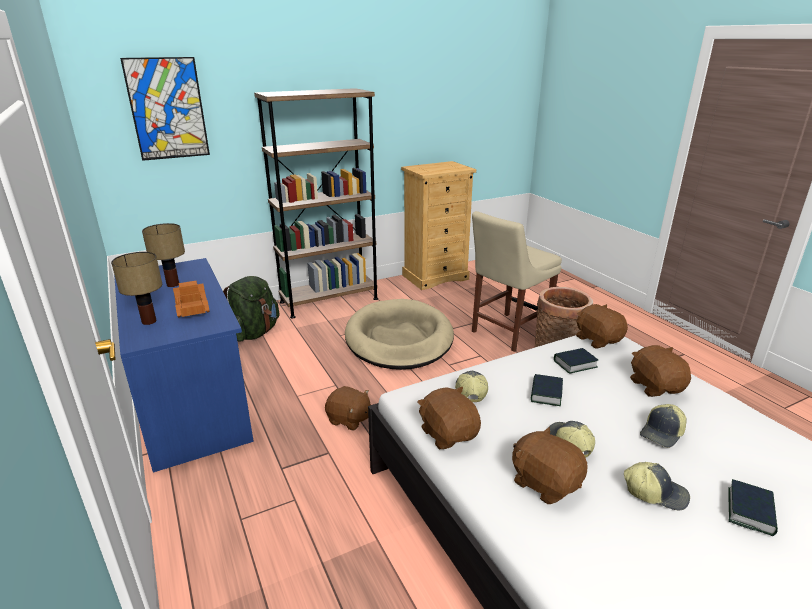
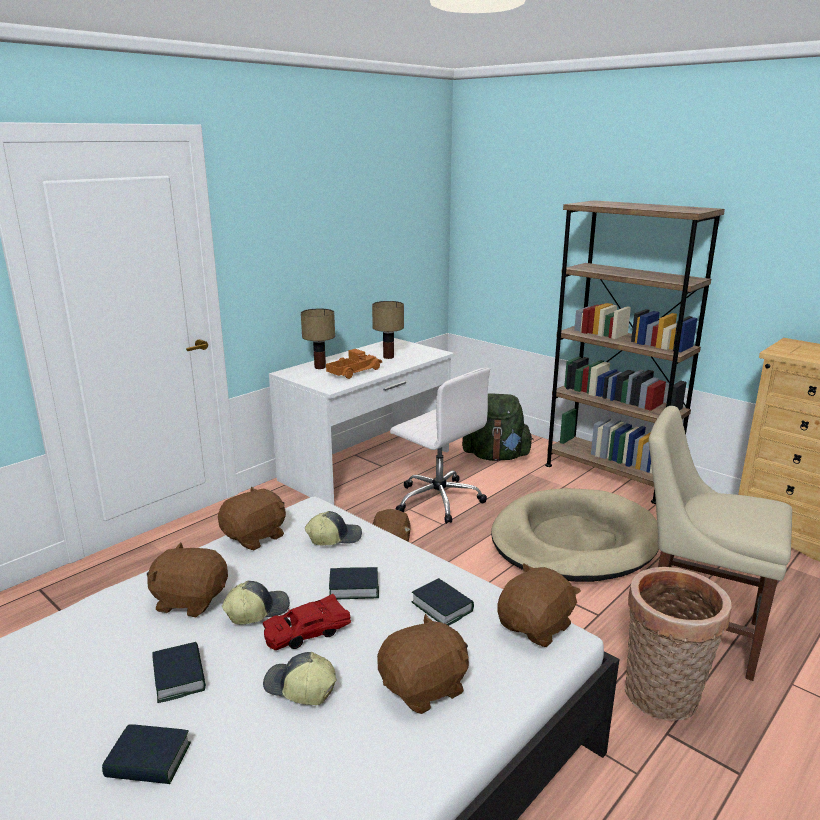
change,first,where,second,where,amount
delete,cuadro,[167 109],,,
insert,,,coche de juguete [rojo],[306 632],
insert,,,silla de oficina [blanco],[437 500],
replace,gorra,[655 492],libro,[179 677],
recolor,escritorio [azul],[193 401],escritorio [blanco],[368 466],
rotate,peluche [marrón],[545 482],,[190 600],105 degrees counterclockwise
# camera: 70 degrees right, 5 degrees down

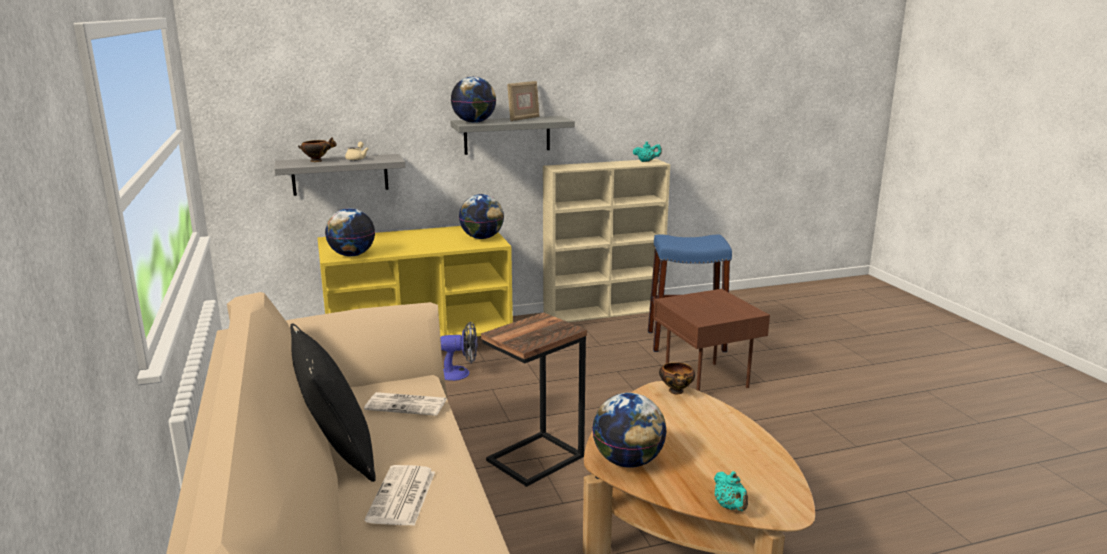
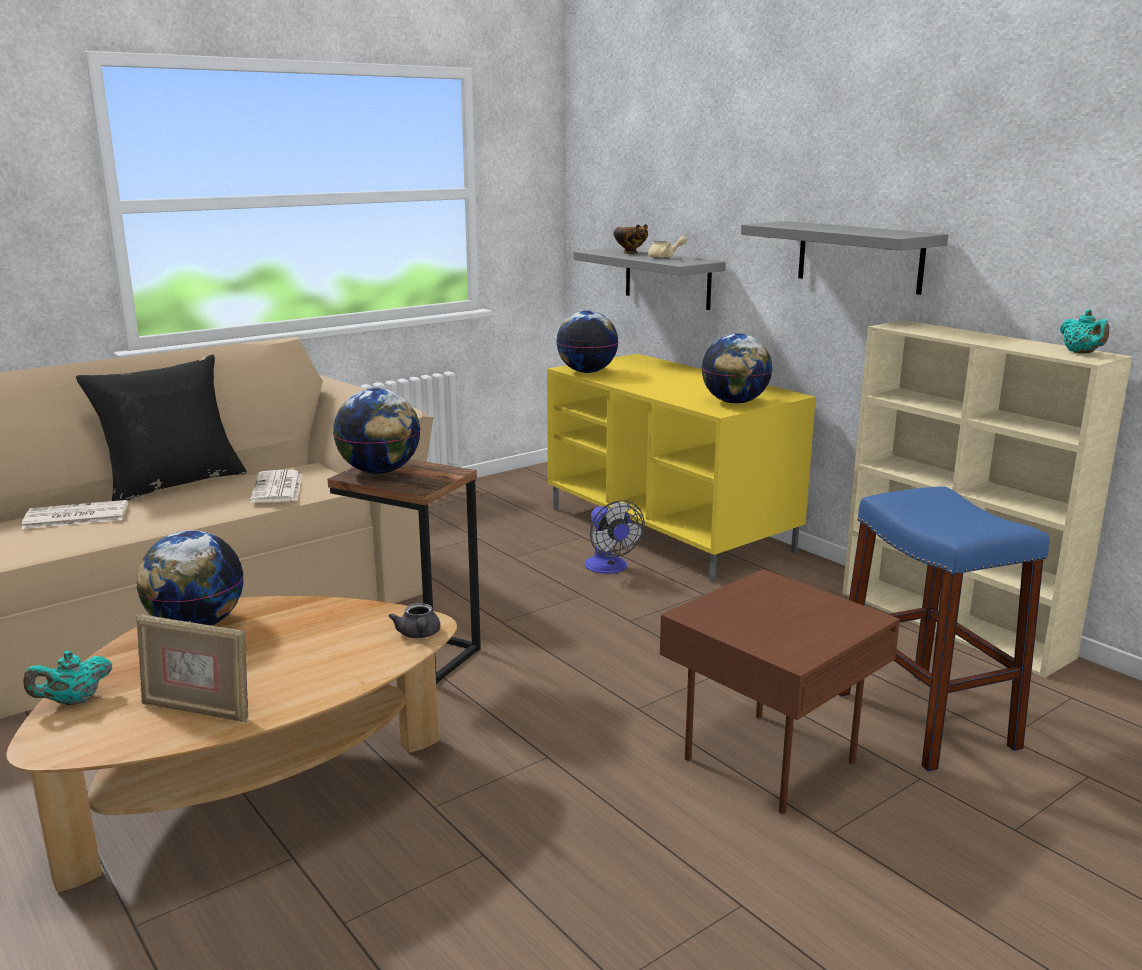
change,first,where,second,where,amount
move,globo terráqueo,[474 122],,[379 471],
move,portarretratos,[523 119],,[197 710],
replace,cuenco,[676 392],tetera [gris],[419 635],
# camera: 70 degrees right, 0 degrees up

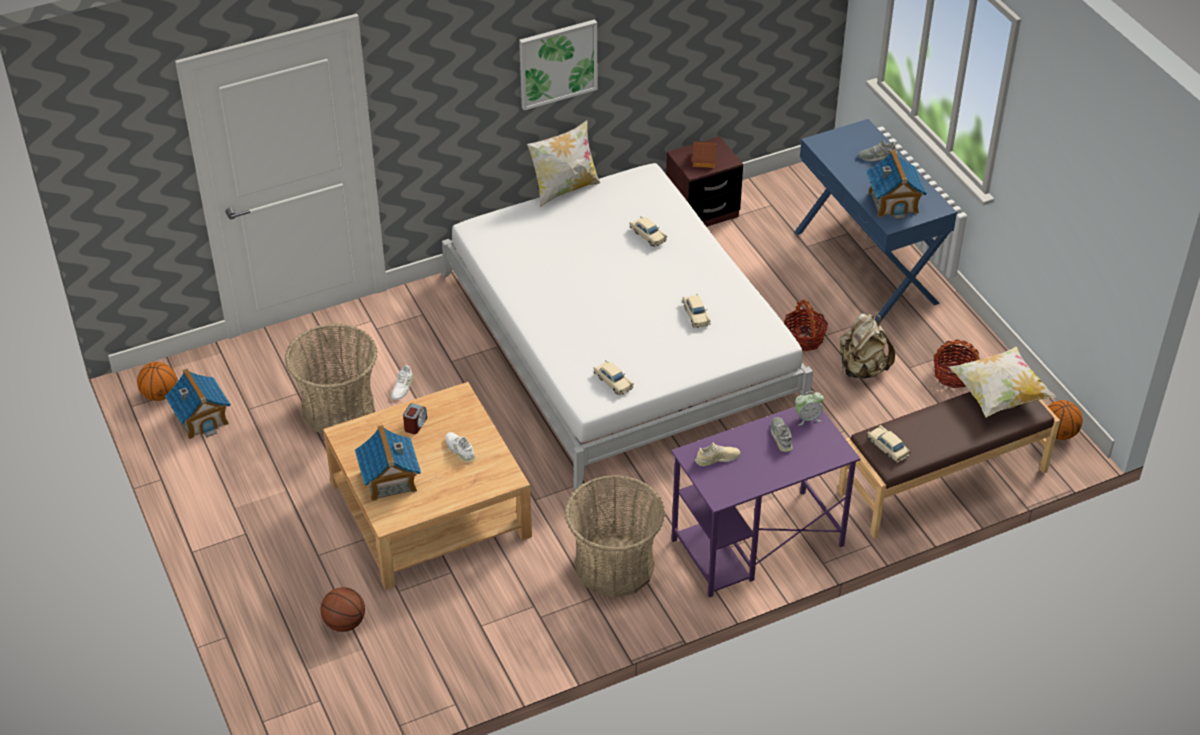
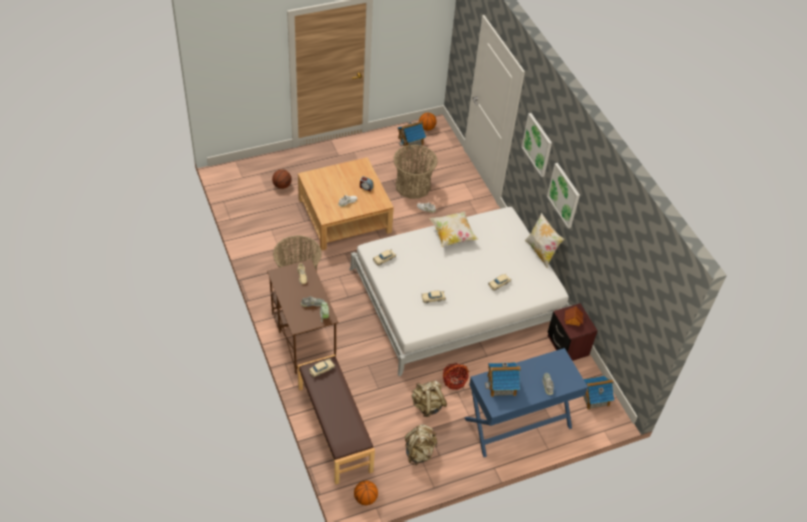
change,first,where,second,where,amount
insert,,,cuadro,[537 144],
move,casita,[389 480],,[594 397],
move,cojín,[998 395],,[452 235],
replace,cesta,[953 375],mochila [beis],[419 452],
recolor,escritorio [morado],[756 544],escritorio [marrón],[303 337],
# camera: 90 degrees right, 5 degrees up

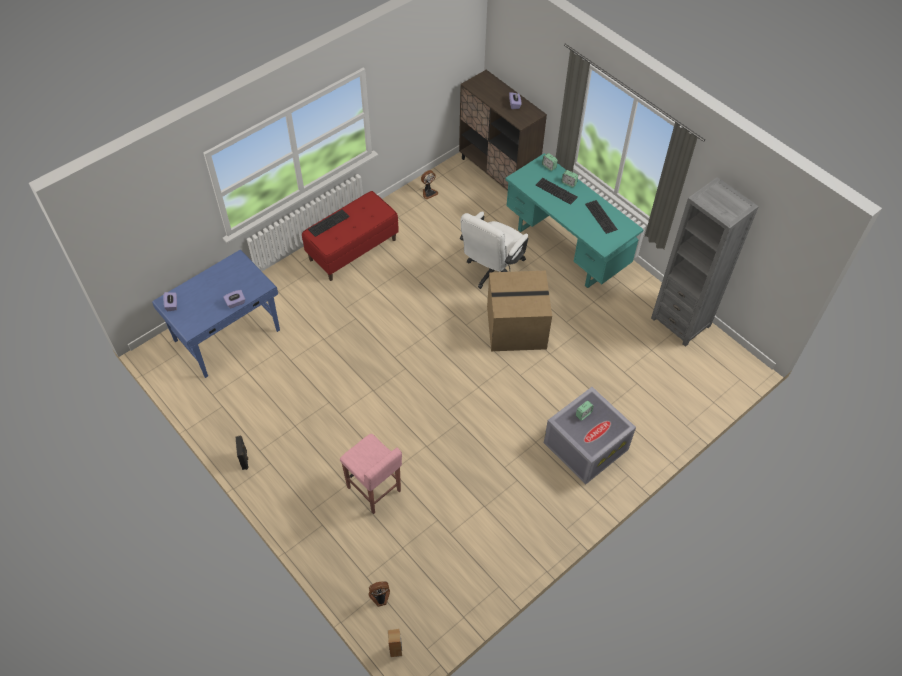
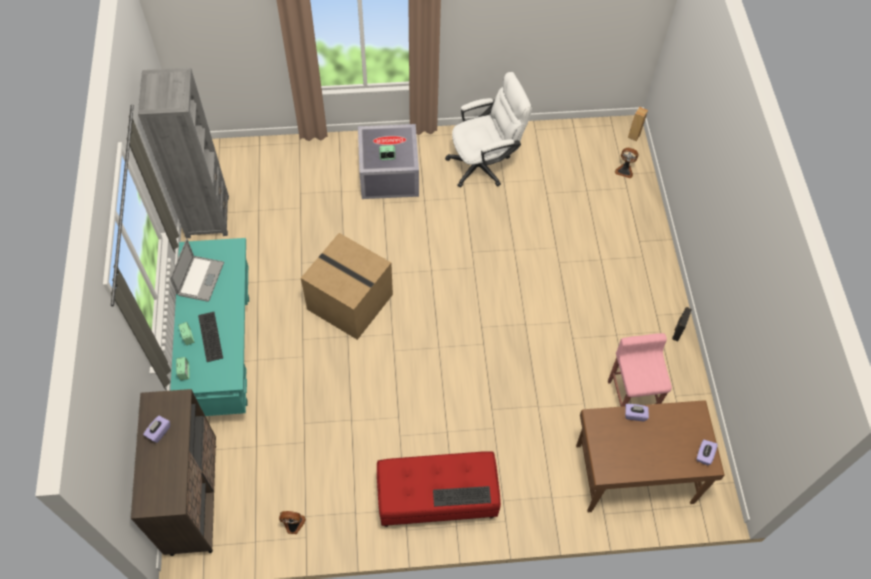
change,first,where,second,where,amount
move,taburete [rosa],[374 490],,[630 396],
move,silla de oficina [blanco],[492 272],,[484 164],
replace,teclado,[602 217],portátil,[200 278],
recolor,escritorio [azul],[228 336],escritorio [marrón],[633 473],
# camera: 145 degrees left, 5 degrees up

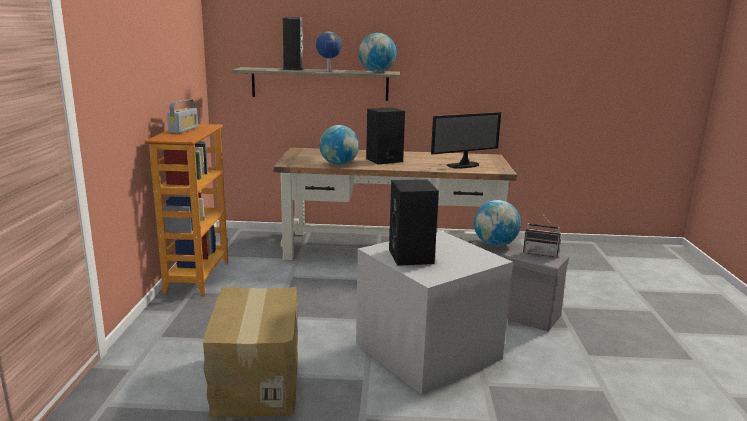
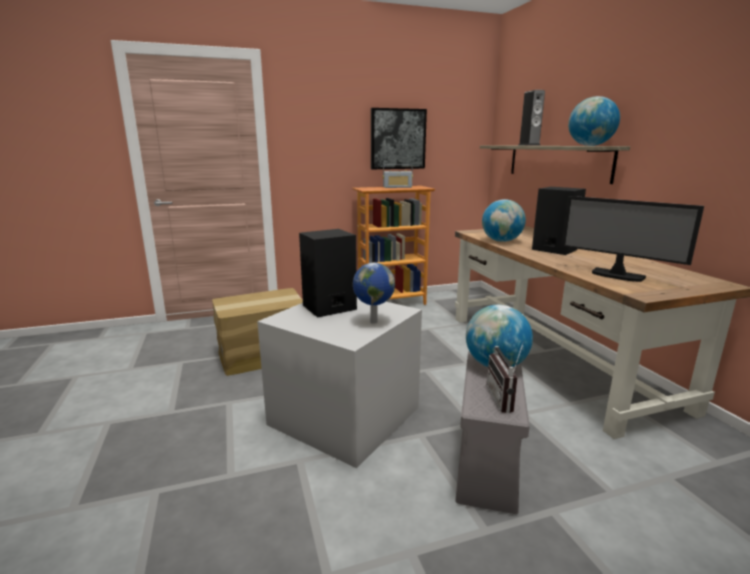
change,first,where,second,where,amount
insert,,,cuadro,[397 139],
move,globo terráqueo,[328 70],,[373 322],
# camera: 70 degrees right, 0 degrees up

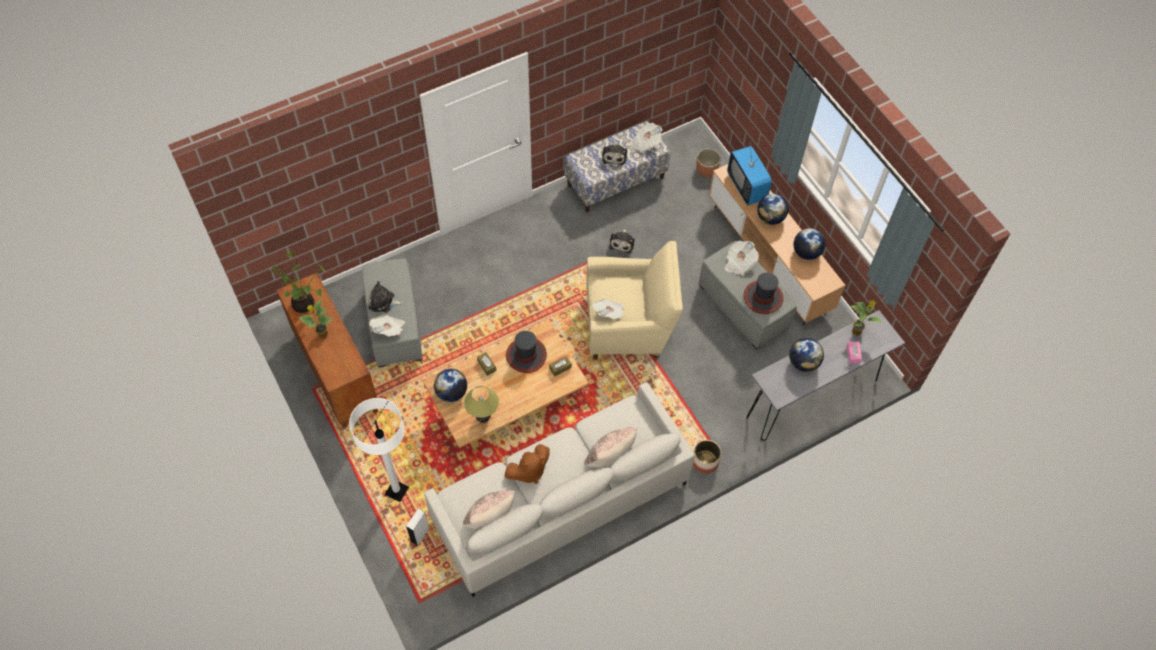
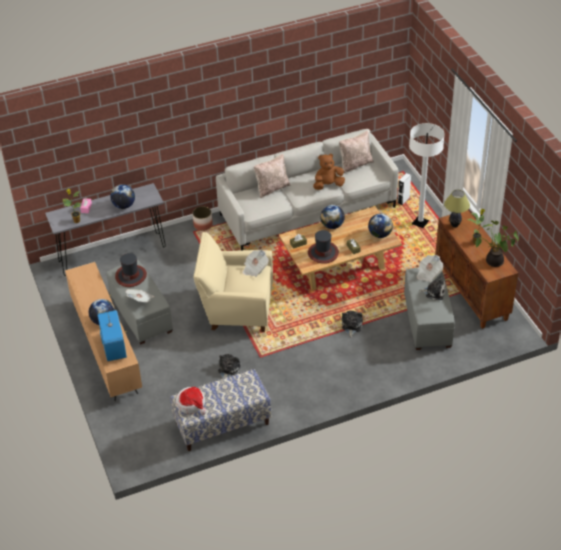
change,first,where,second,where,amount
delete,maceta,[706 170],,,
move,lámpara de mesa,[483 419],,[455 225],
move,peluche,[614 156],,[351 326],
move,globo terráqueo,[806 252],,[332 225],
replace,periódico,[645 143],sombrero,[191 404],
# camera: 170 degrees left, 15 degrees down

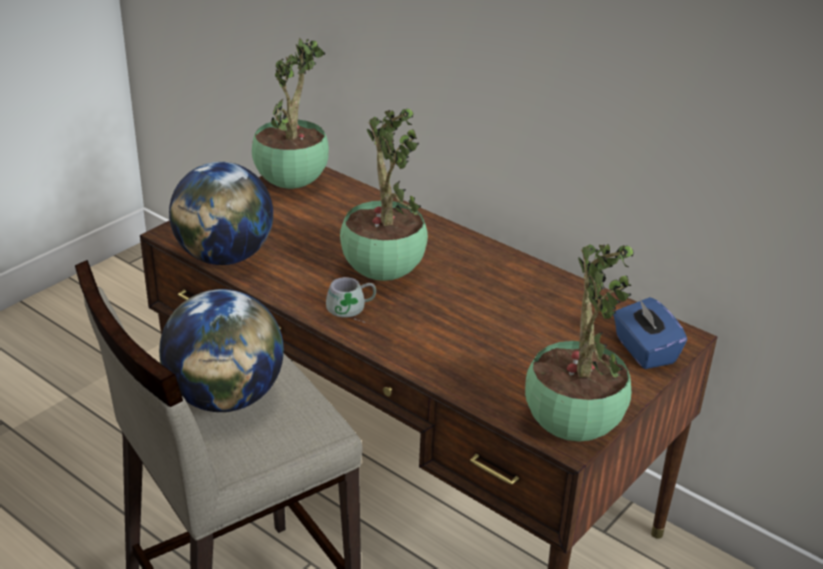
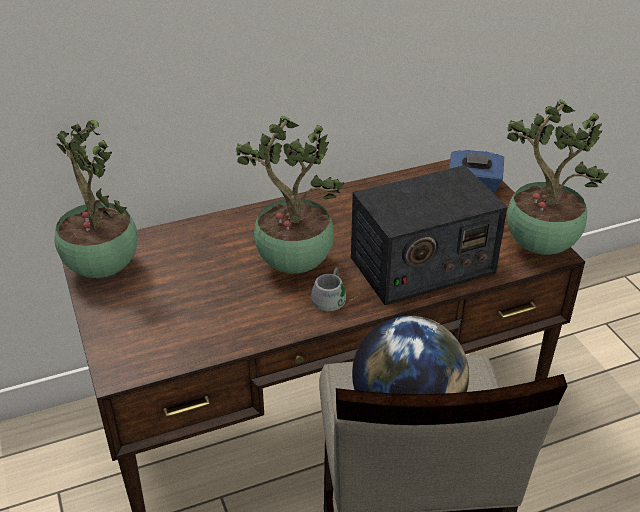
change,first,where,second,where,amount
delete,globo terráqueo,[224 257],,,
insert,,,radio,[421 265],
# camera: 60 degrees left, 5 degrees up

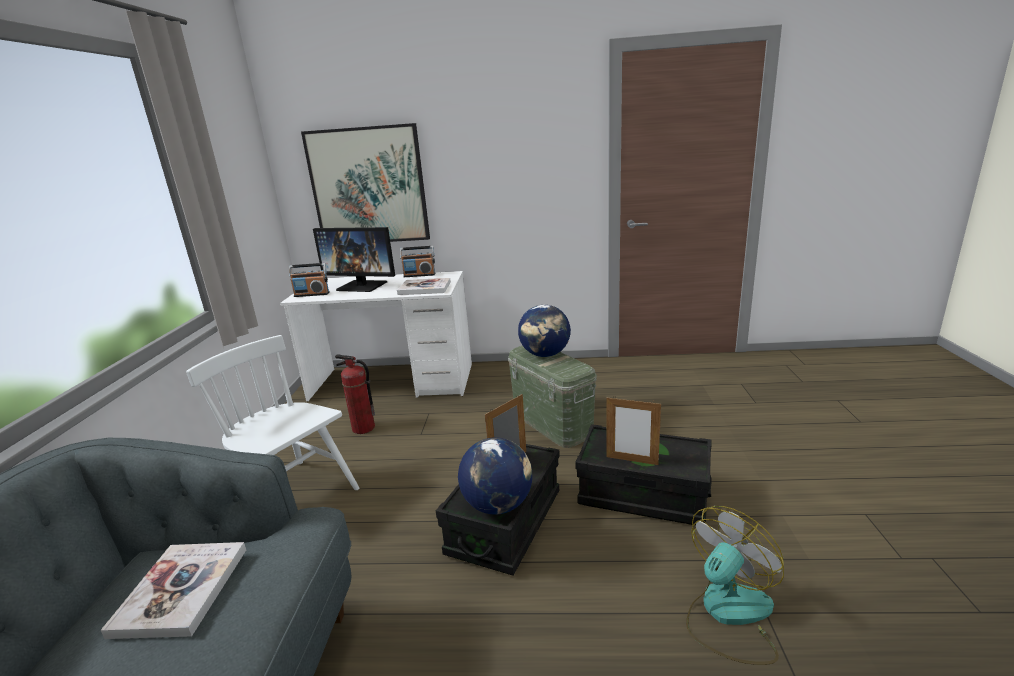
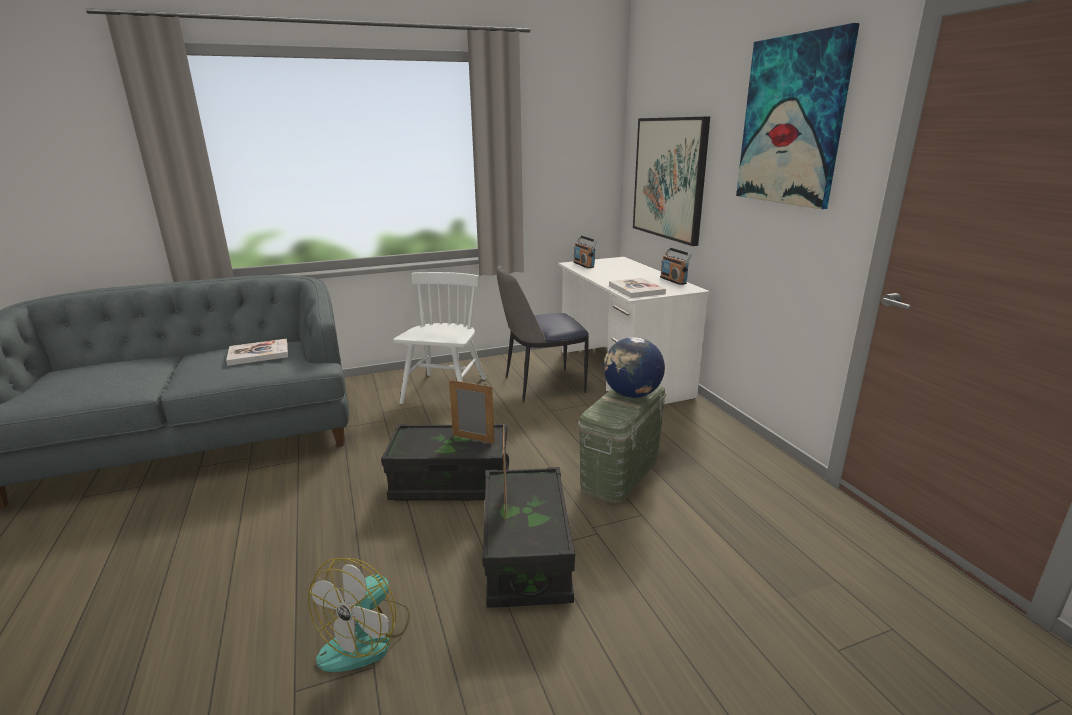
change,first,where,second,where,amount
delete,monitor,[362 286],,,
delete,globo terráqueo,[498 505],,,
insert,,,cuadro,[792 121],
replace,extintor,[363 428],silla,[542 385],
rotate,ventilador,[728 614],,[367 637],90 degrees clockwise
# camera: 65 degrees right, 0 degrees up

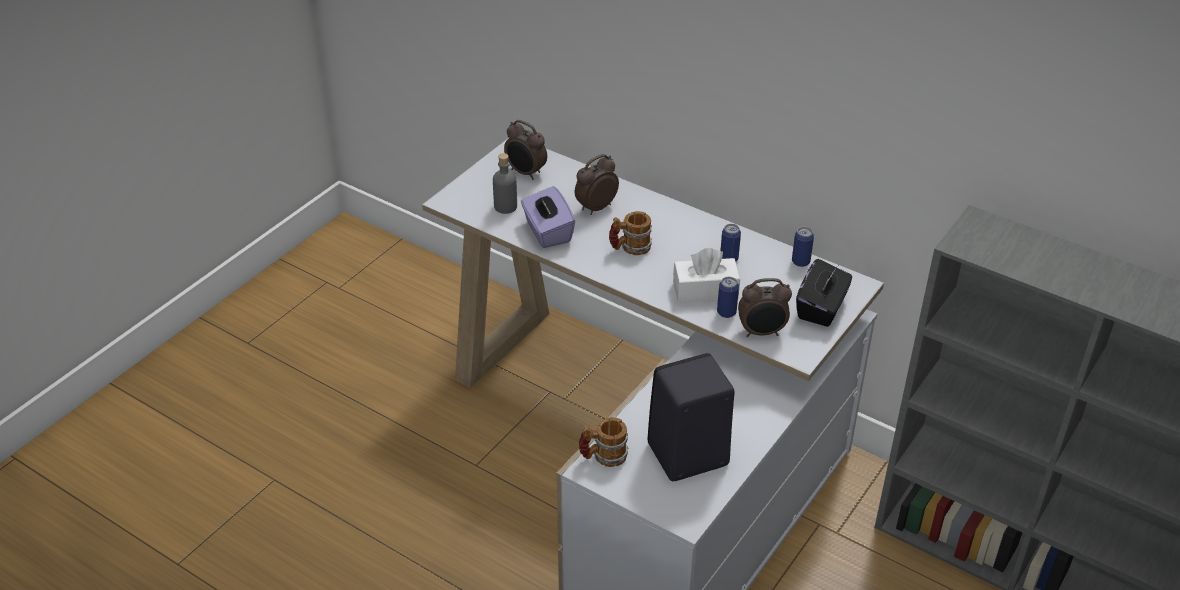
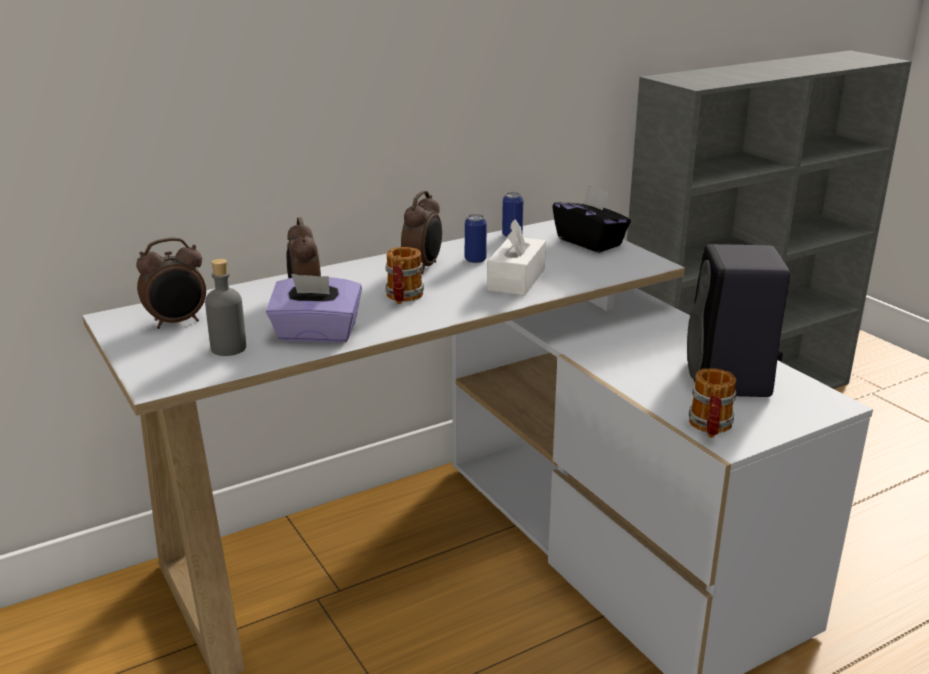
change,first,where,second,where,amount
delete,lata,[726 312],,,
move,despertador,[762 332],,[423 267],
# camera: 65 degrees left, 15 degrees down

